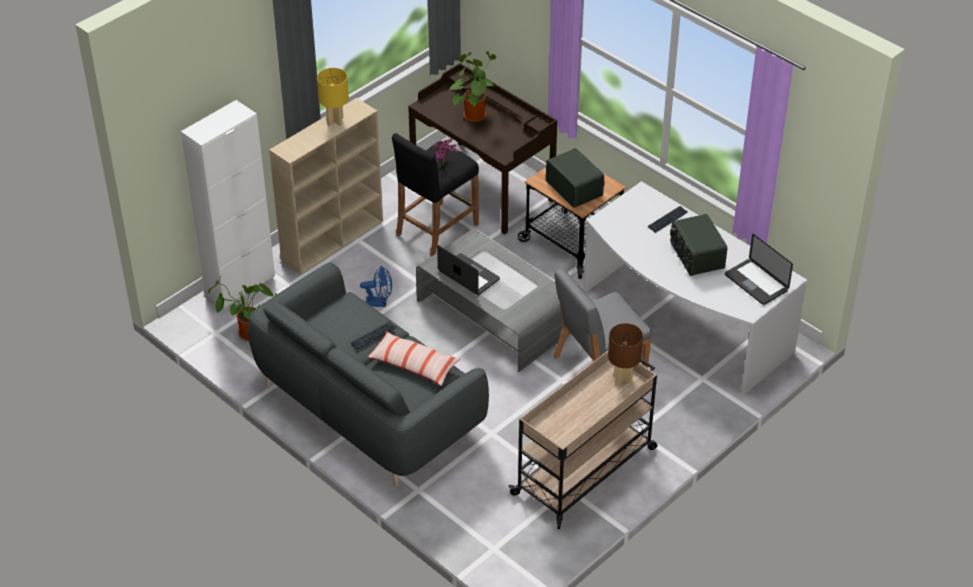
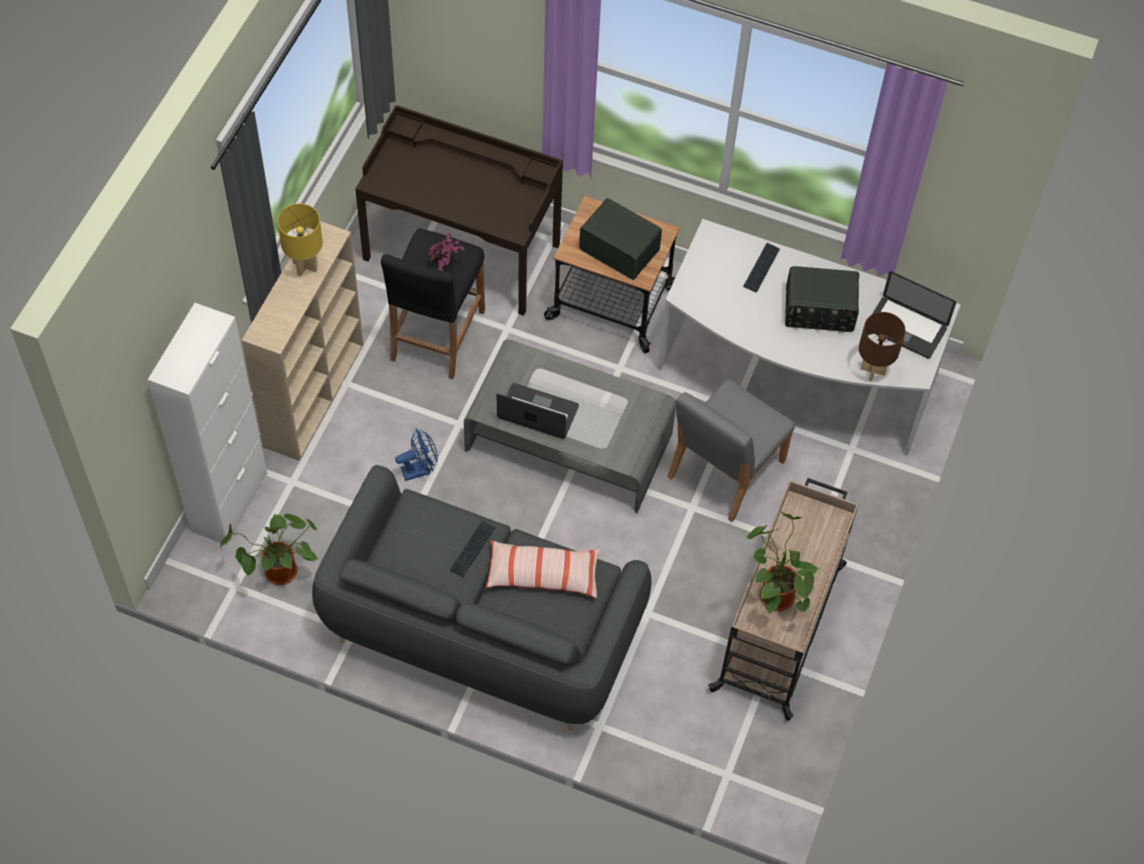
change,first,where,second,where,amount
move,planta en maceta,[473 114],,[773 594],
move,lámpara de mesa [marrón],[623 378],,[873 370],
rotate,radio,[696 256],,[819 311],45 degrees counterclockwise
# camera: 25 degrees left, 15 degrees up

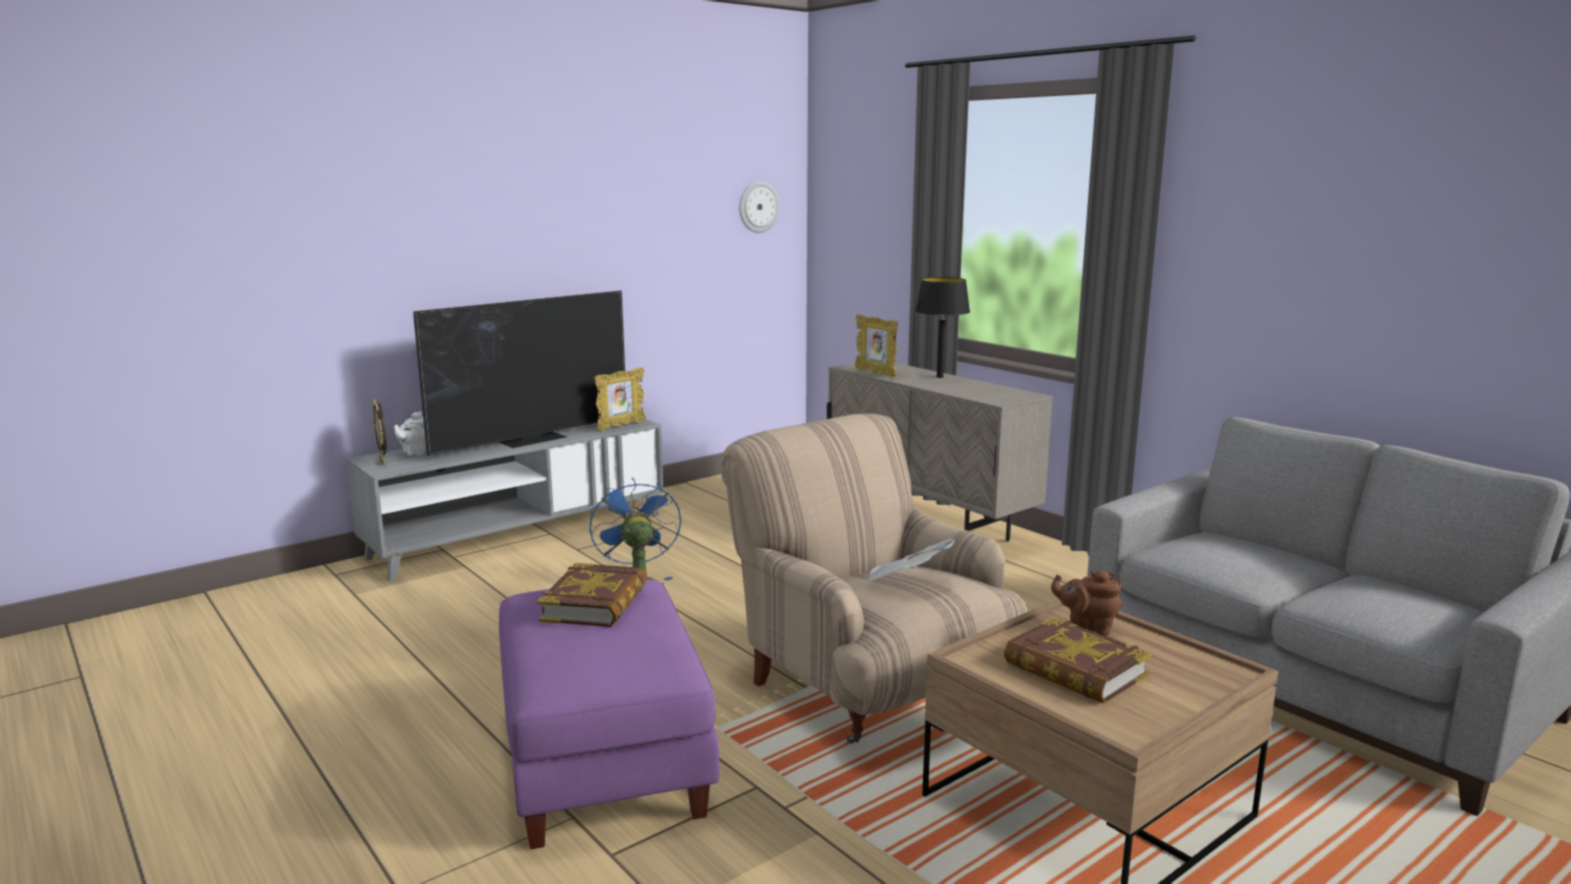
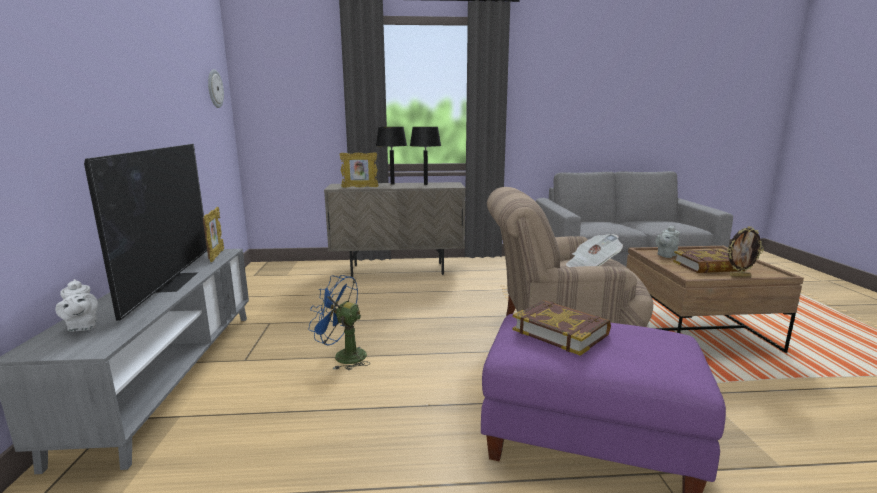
change,first,where,second,where,amount
insert,,,lámpara de mesa [negro],[425 184],
move,portarretratos,[383 462],,[739 276],
recolor,tetera [marrón],[1087 629],tetera [gris],[665 255],
# camera: 55 degrees left, 0 degrees up

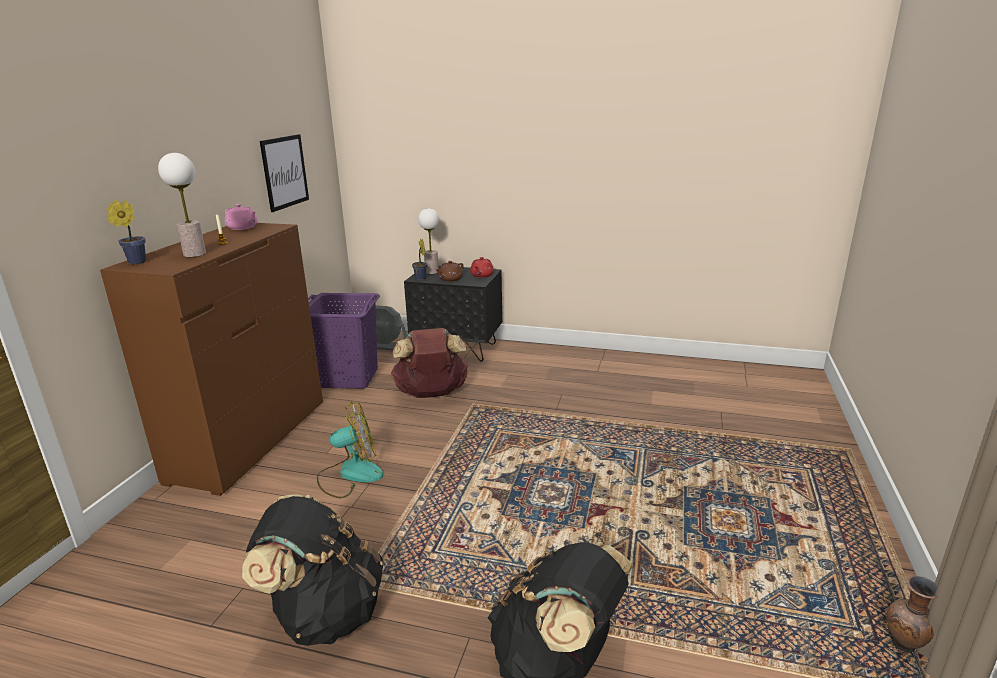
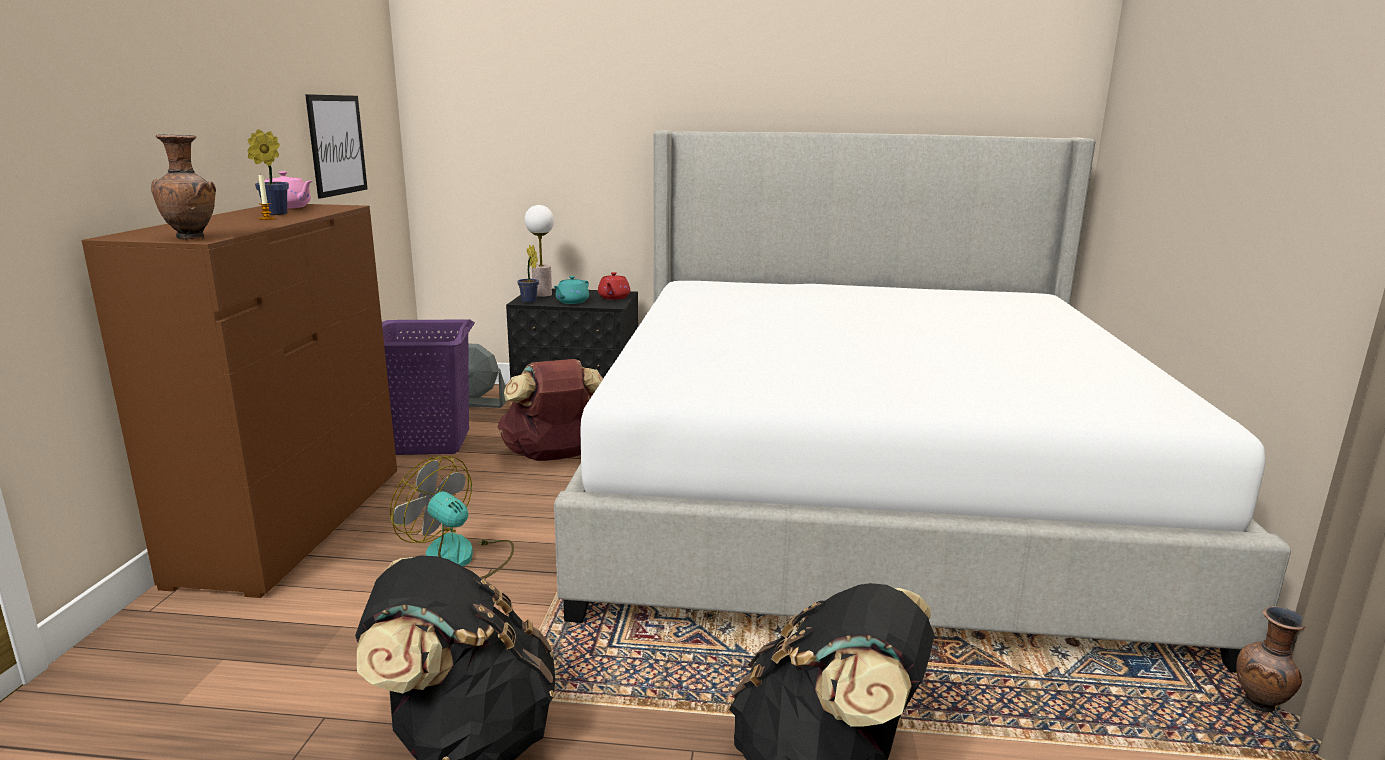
change,first,where,second,where,amount
delete,lámpara de mesa,[194 254],,,
insert,,,florero [marrón],[193 238],
insert,,,cama,[862 491],
move,planta en maceta,[134 262],,[273 214],
recolor,tetera [marrón],[450 279],tetera [turquesa],[571 302],
rotate,ventilador,[350 474],,[460 559],120 degrees counterclockwise
# camera: 10 degrees left, 5 degrees down

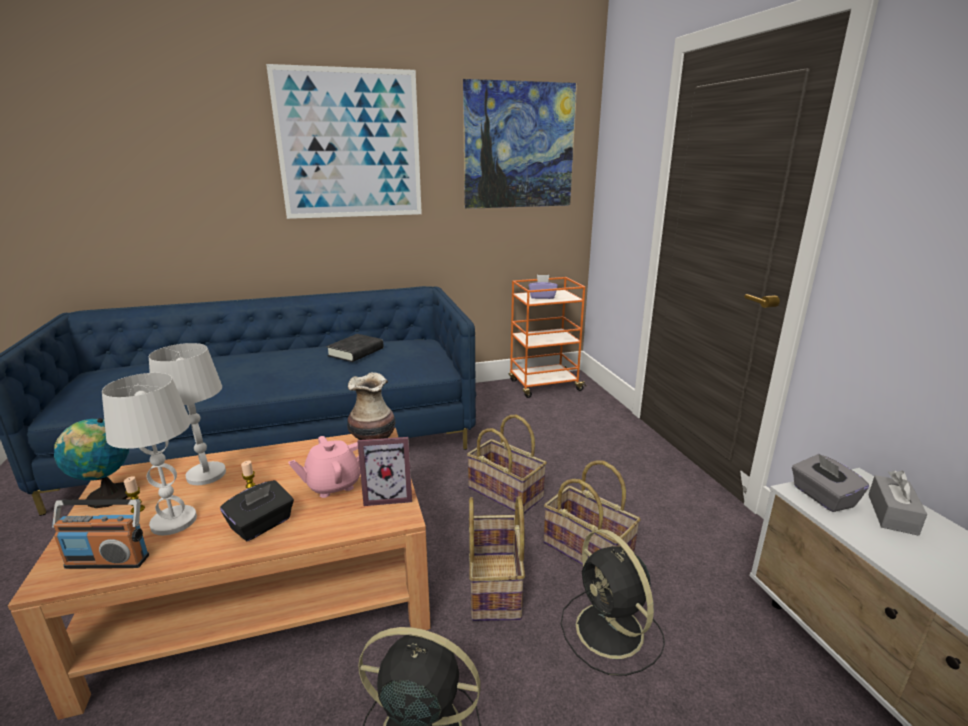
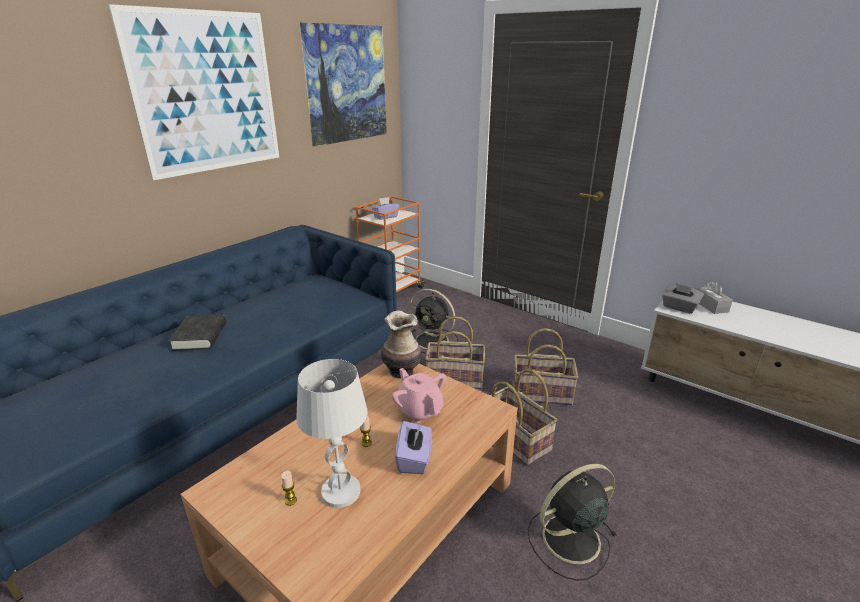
change,first,where,second,where,amount
delete,radio,[108 560],,,
delete,globo terráqueo,[106 497],,,
delete,lámpara de mesa [blanco],[206 475],,,
delete,portarretratos,[388 495],,,
move,libro [negro],[356 352],,[200 337],
move,ventilador [negro],[611 632],,[433 341],
recolor,caja de pañuelos [negro],[262 525],caja de pañuelos [morado],[414 459],
rotate,tetera [rosa],[333 485],,[419 410],120 degrees clockwise
# camera: 35 degrees left, 5 degrees up

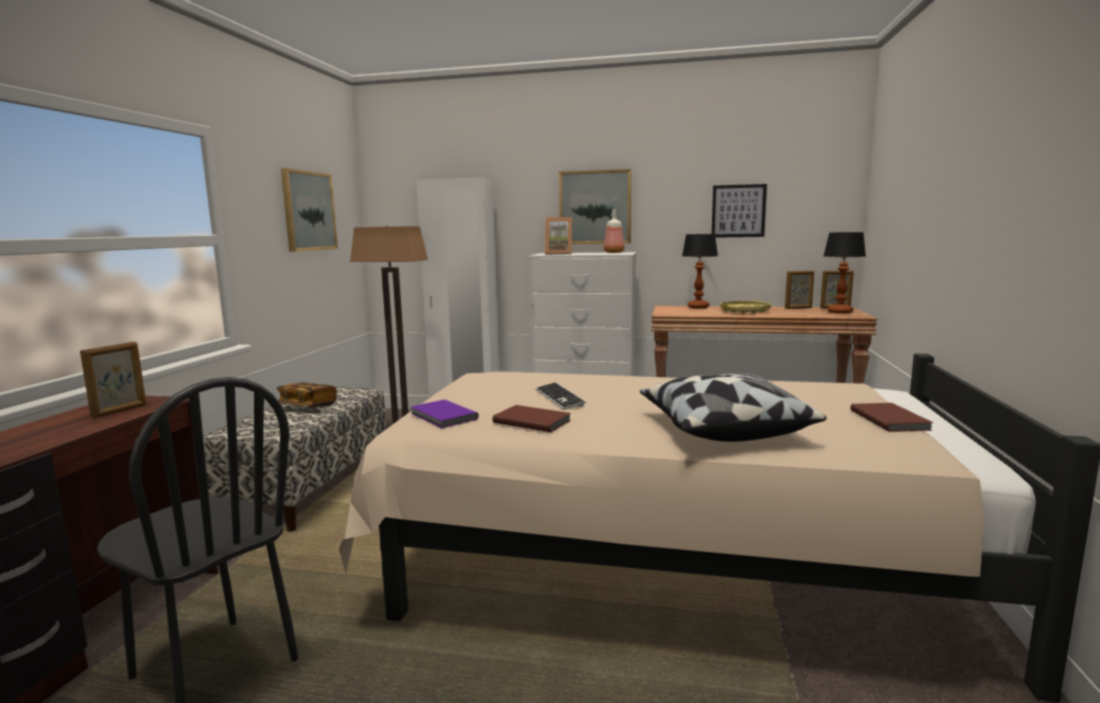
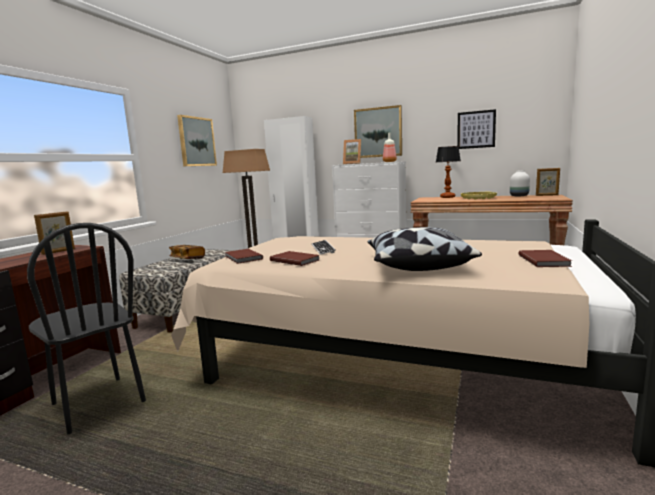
change,first,where,second,where,amount
delete,lámpara de mesa,[839 312],,,
replace,portarretratos,[798 308],florero [blanco],[519 196],
recolor,libro [morado],[443 417],libro [marrón],[242 258],
# camera: 10 degrees right, 0 degrees up

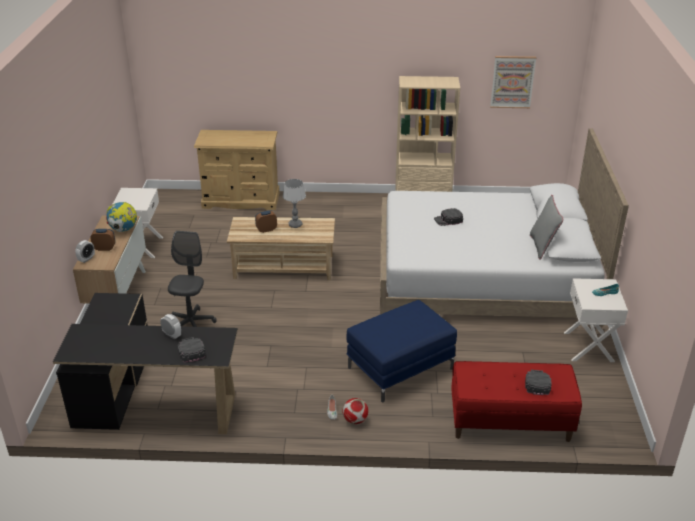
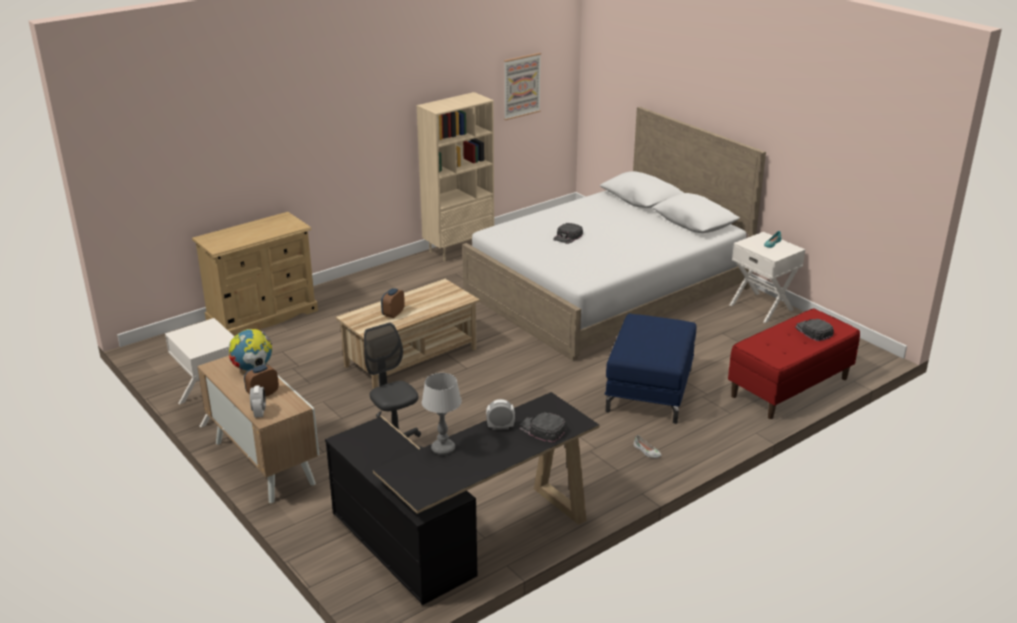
change,first,where,second,where,amount
delete,balón de fútbol,[355 420],,,
delete,cojín [gris],[542 247],,,
move,lámpara de mesa,[295 224],,[443 448],
# camera: 40 degrees left, 5 degrees down

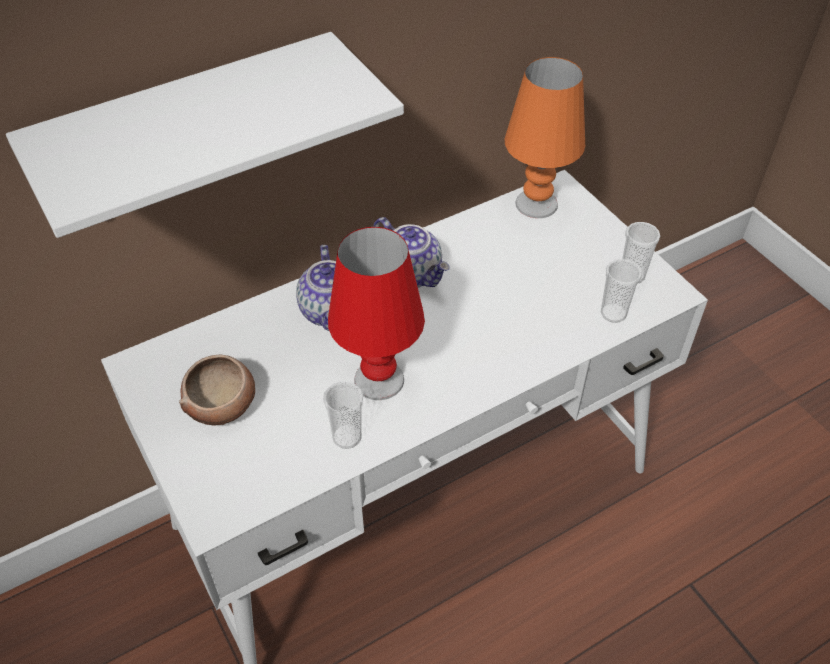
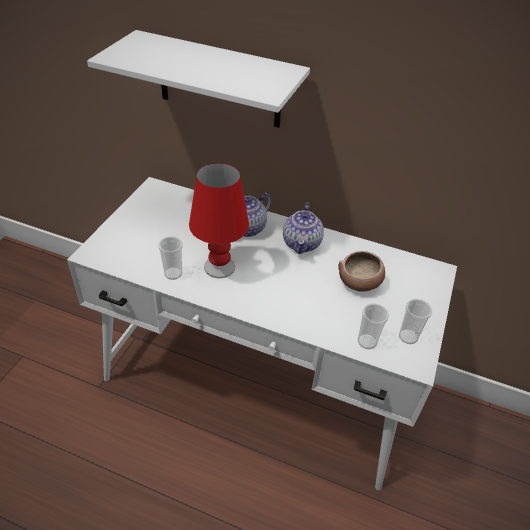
change,first,where,second,where,amount
delete,lámpara de mesa [naranja],[536 203],,,
move,cuenco,[222 404],,[360 282],
# camera: 50 degrees right, 5 degrees down

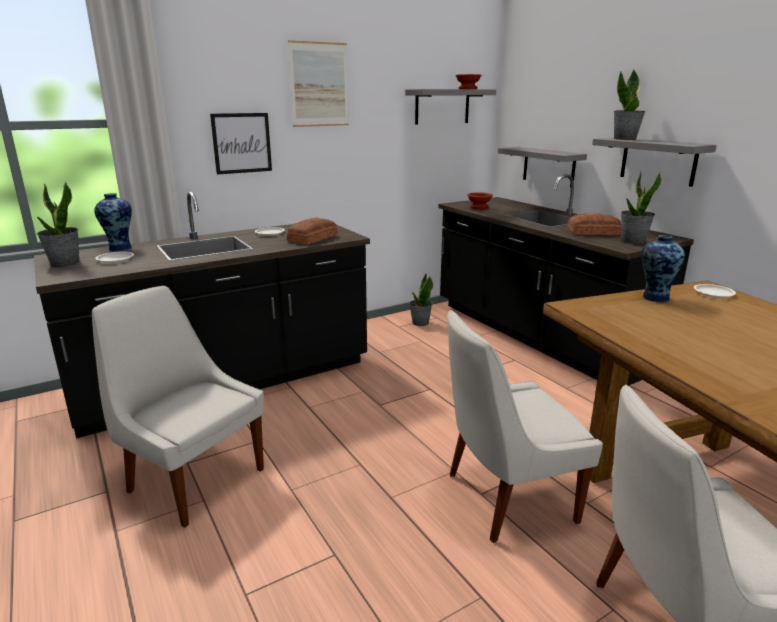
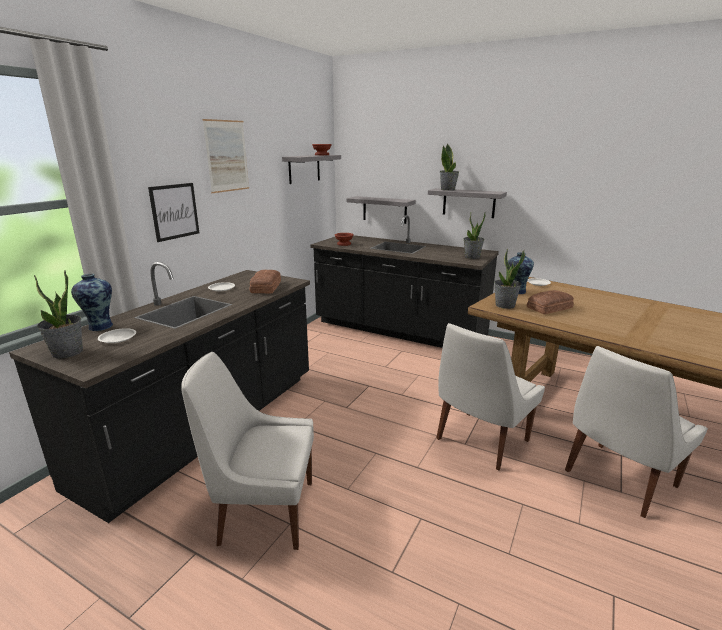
change,first,where,second,where,amount
move,planta en maceta,[420 323],,[505 305],
move,pan,[594 232],,[550 308],
# camera: 30 degrees left, 0 degrees up

